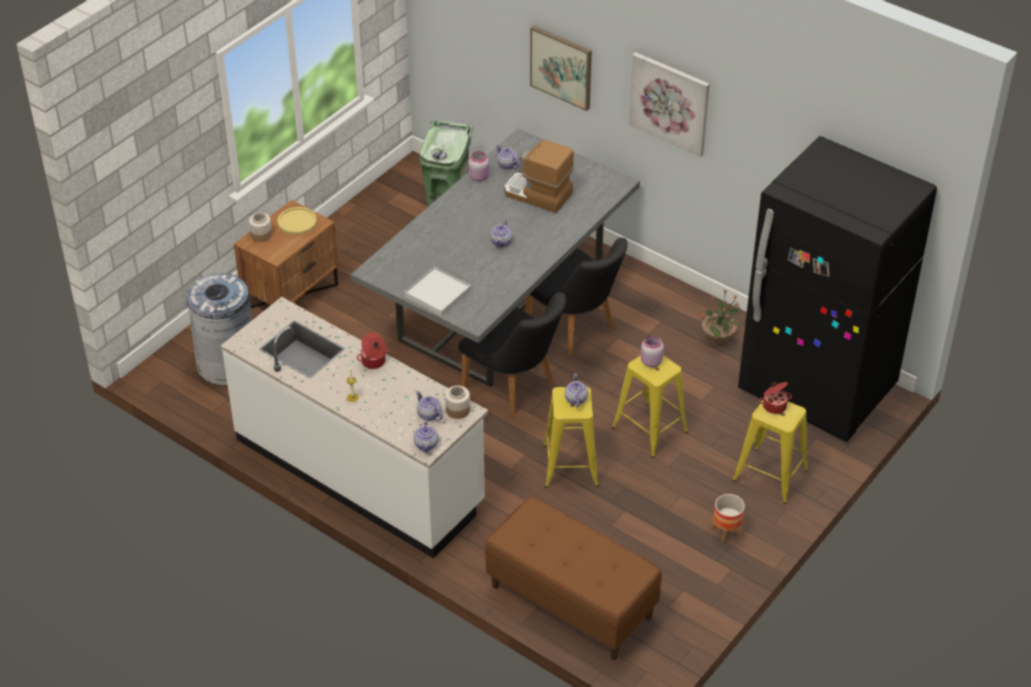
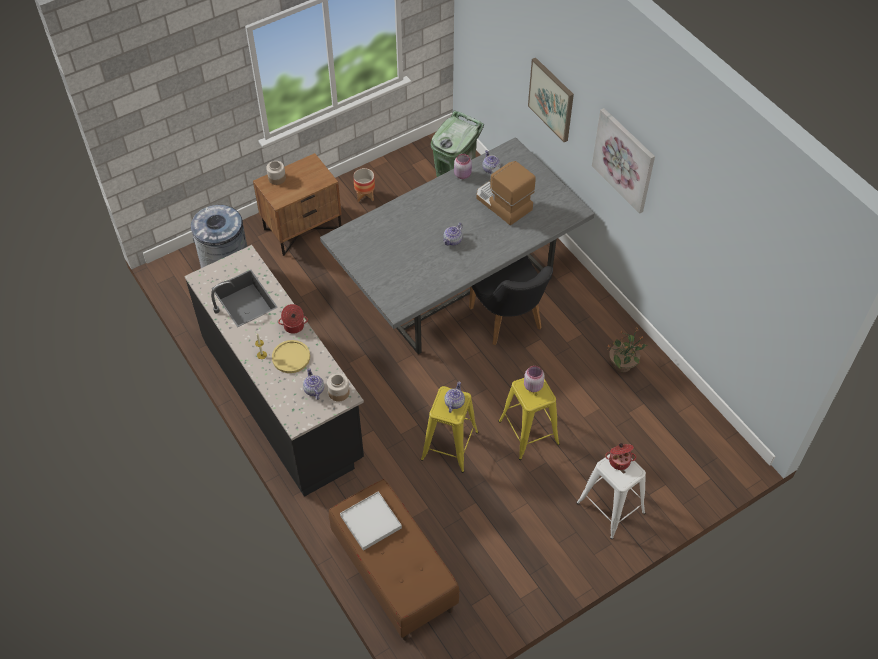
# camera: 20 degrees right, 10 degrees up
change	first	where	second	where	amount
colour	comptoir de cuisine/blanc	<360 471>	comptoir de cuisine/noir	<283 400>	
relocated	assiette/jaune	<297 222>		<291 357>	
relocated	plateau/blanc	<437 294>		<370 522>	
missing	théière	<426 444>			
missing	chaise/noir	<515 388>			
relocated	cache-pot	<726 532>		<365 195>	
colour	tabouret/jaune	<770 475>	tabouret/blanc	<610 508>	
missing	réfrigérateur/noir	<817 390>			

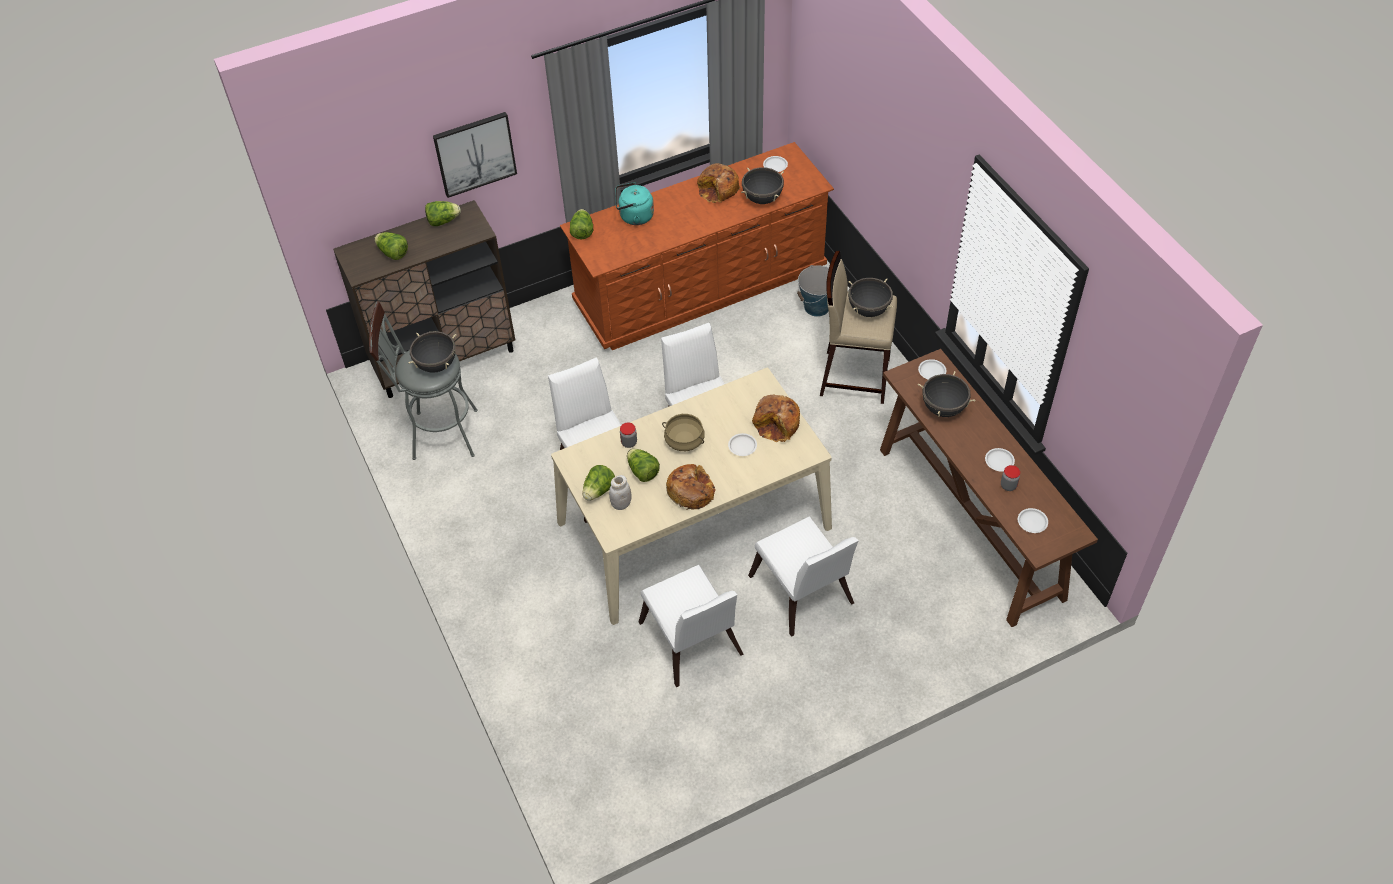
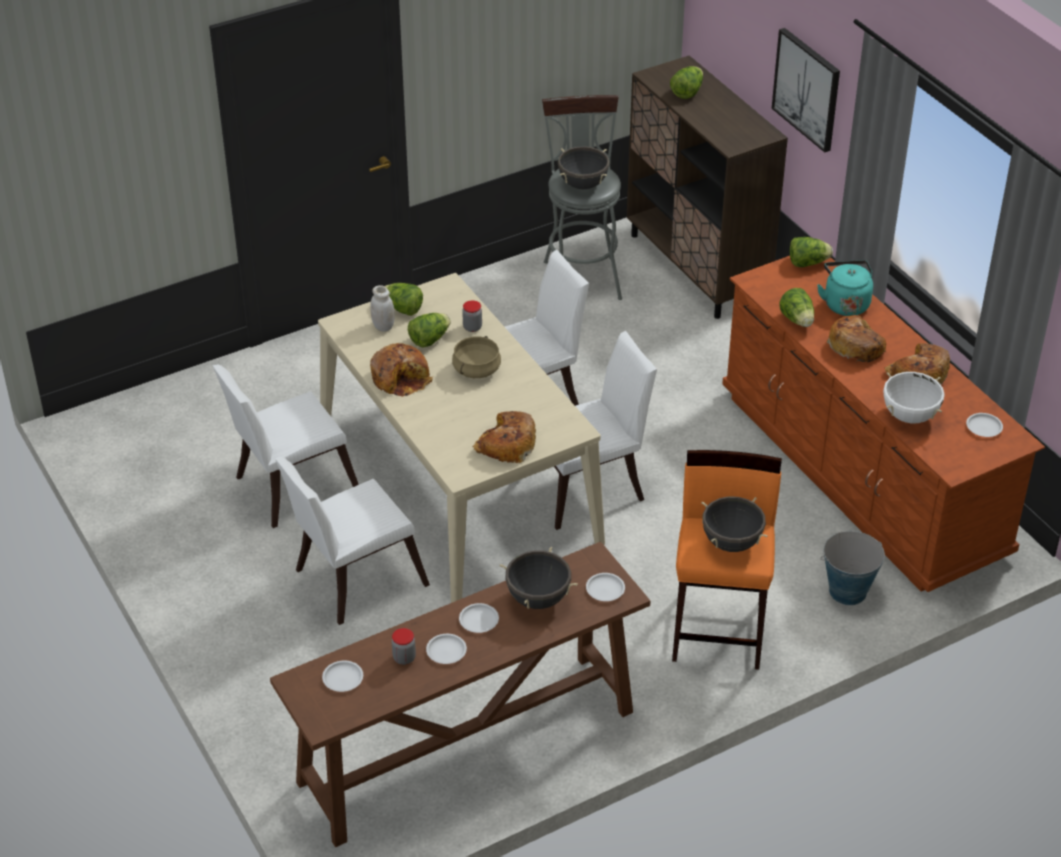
# camera: 85 degrees right, 10 degrees down
change	first	where	second	where	amount
relocated	laitue	<443 221>		<797 320>	
relocated	assiette/blanc	<742 446>		<478 620>	
colour	marmite/noir	<762 198>	marmite/blanc	<909 416>	
colour	tabouret/beige	<854 376>	tabouret/orange	<719 630>	
appeared			pain	<856 346>	

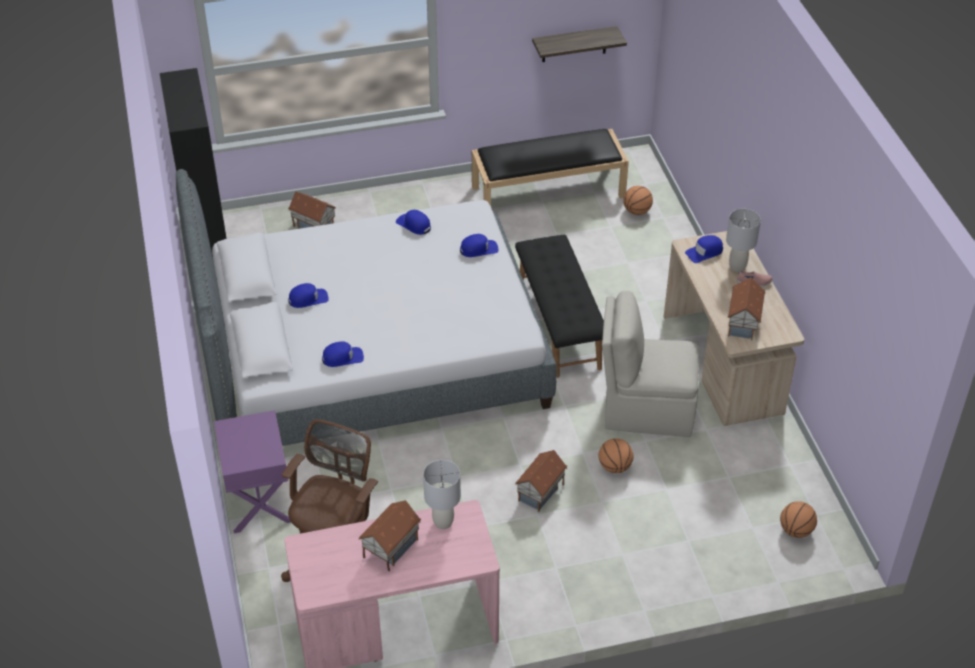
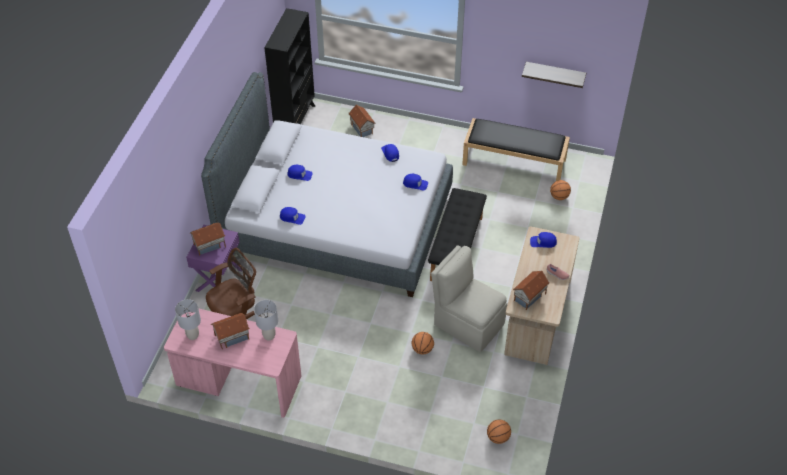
# camera: 30 degrees right, 5 degrees up
change	first	where	second	where	amount
relocated	maison miniature	<541 493>		<210 246>	
relocated	lampe de table/gris	<737 267>		<192 335>	

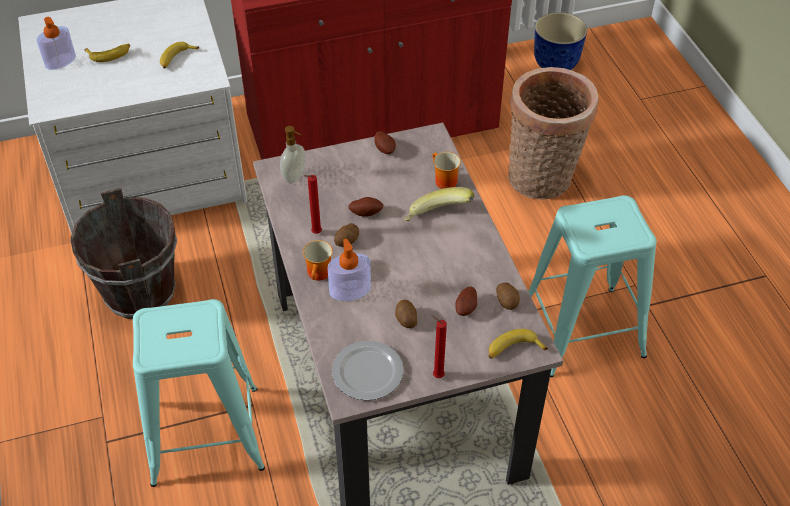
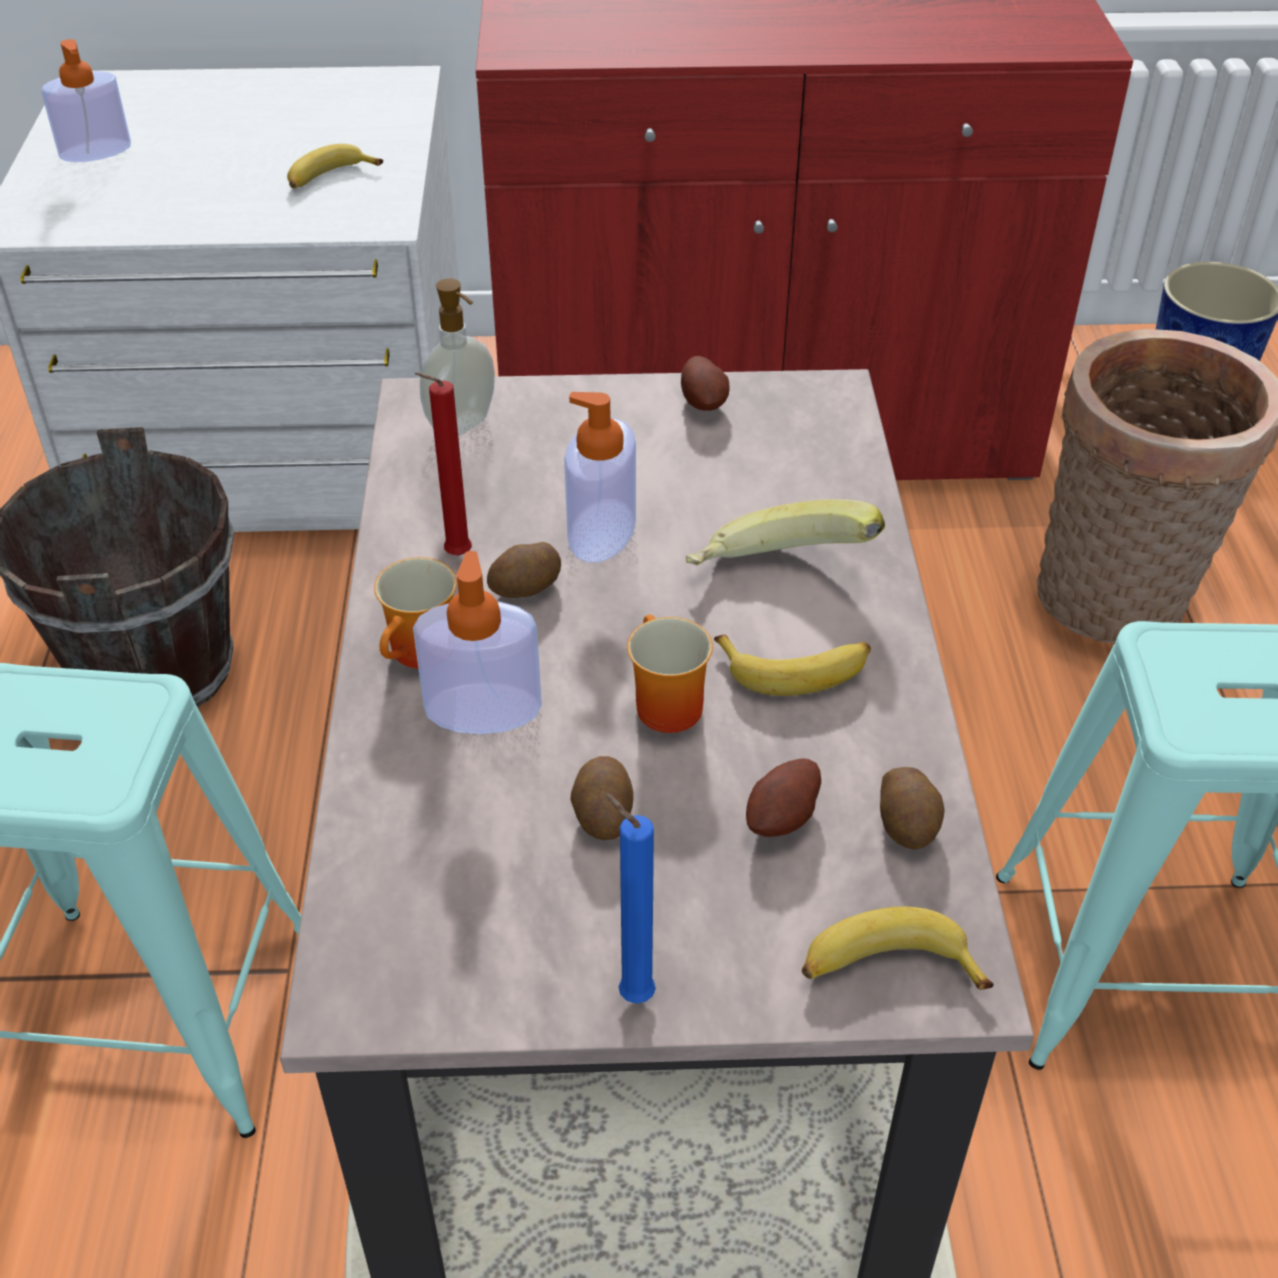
# camera: 15 degrees right, 5 degrees down
change	first	where	second	where	amount
relocated	banane	<109 54>		<796 669>	
missing	assiette	<368 371>			
exchanged	pomme de terre	<366 212>	distributeur de savon	<601 531>	
colour	bougie/rouge	<436 375>	bougie/bleu	<631 993>	
relocated	mug	<443 181>		<661 704>	

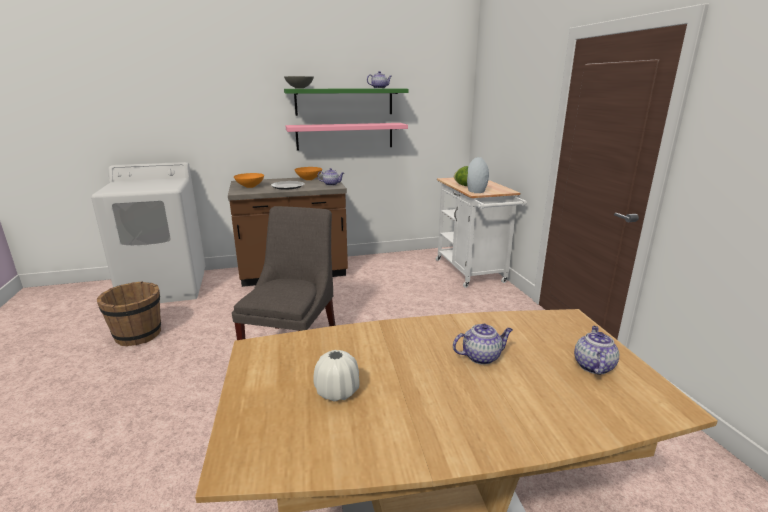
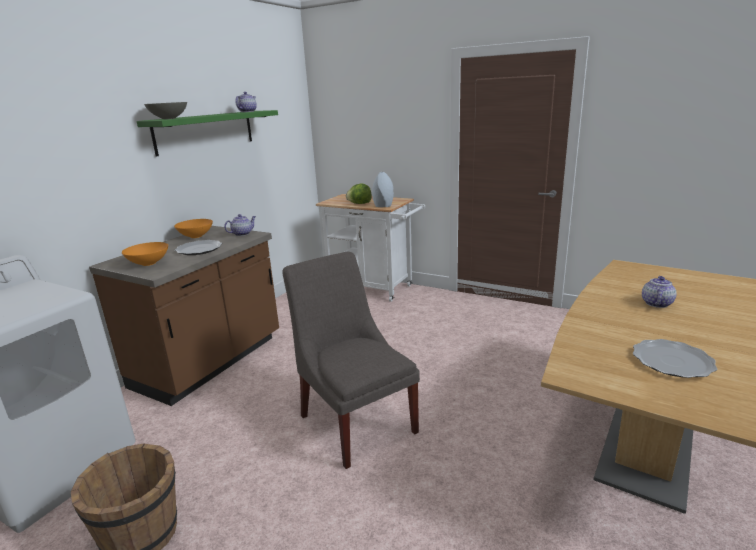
# camera: 45 degrees left, 0 degrees up
change	first	where	second	where	amount
missing	étagère/rose	<345 136>			
exchanged	vase/blanc	<337 392>	assiette	<672 361>	
missing	théière	<592 366>			

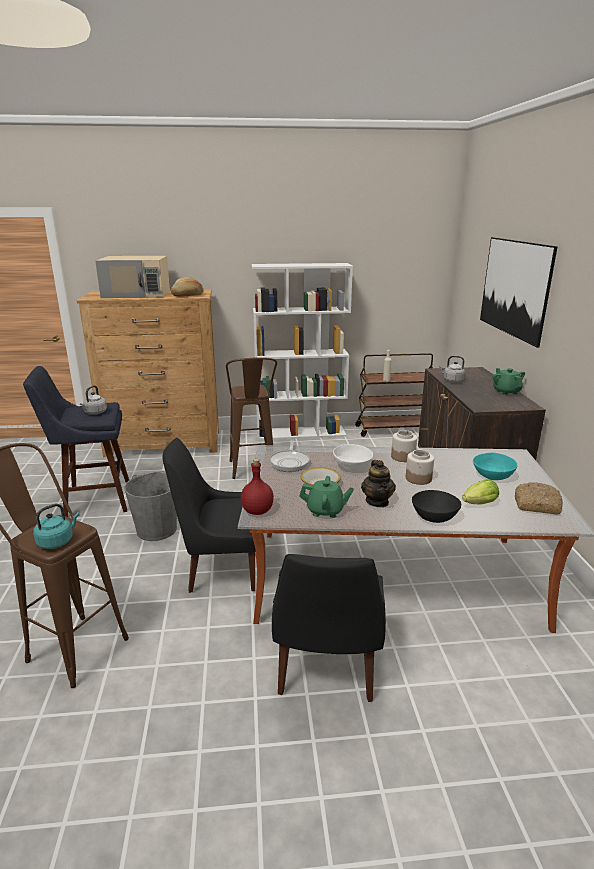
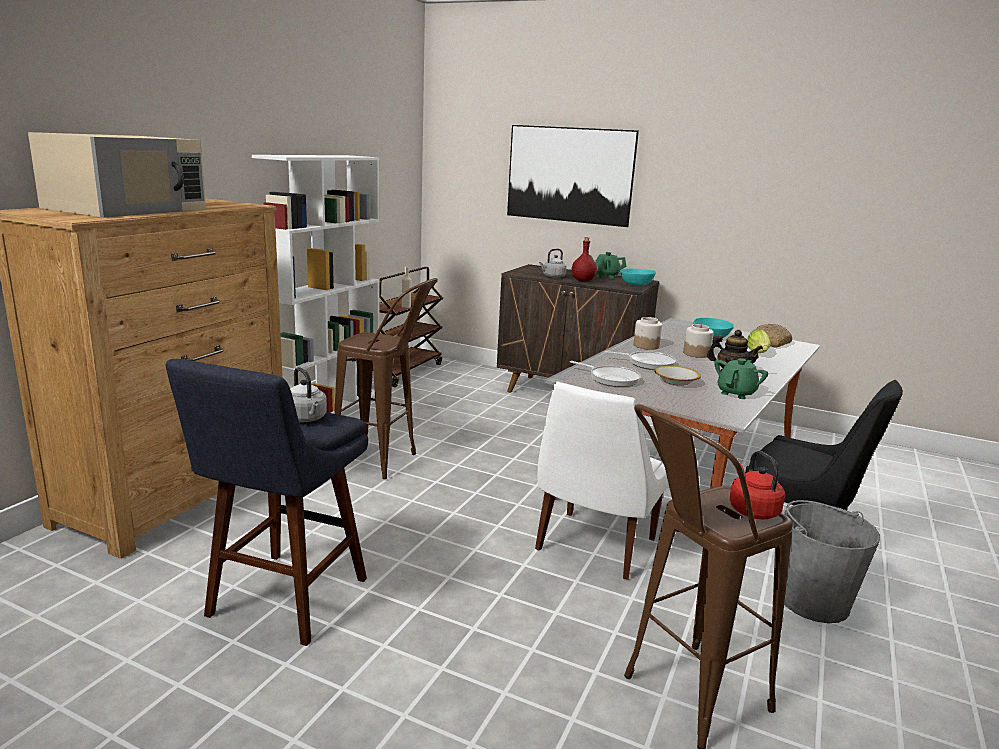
# camera: 60 degrees left, 5 degrees down
change	first	where	second	where	amount
colour	bouilloire/turquoise	<57 541>	bouilloire/rouge	<752 510>	
relocated	seau/gris	<157 529>		<813 601>	
colour	chaise/noir	<220 569>	chaise/blanc	<593 546>	
missing	pain	<188 295>			
relocated	bouteille/rouge	<258 511>		<583 280>	
exchanged	bol/blanc	<352 466>	poêle	<648 363>	
missing	bol/noir	<434 516>			
appeared			bol/turquoise	<636 284>	

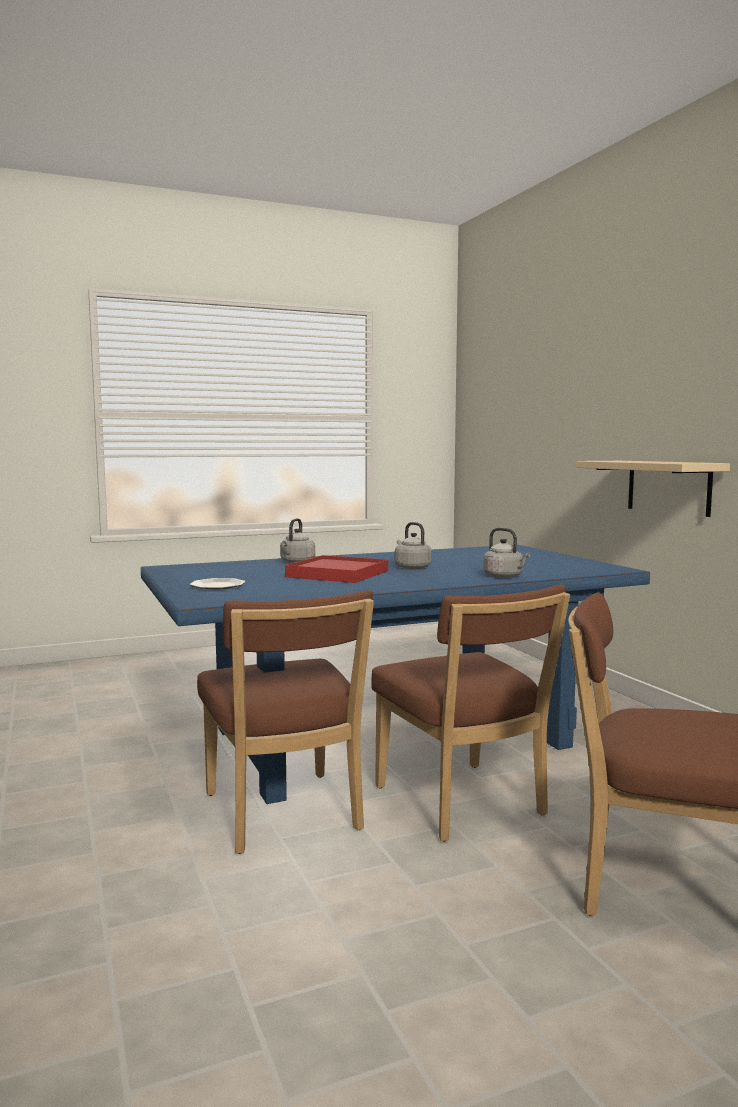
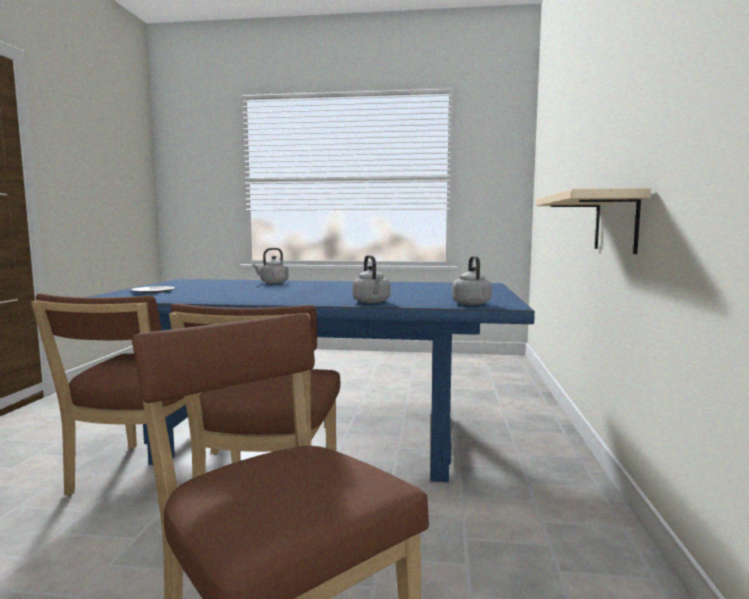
# camera: 30 degrees right, 0 degrees up
change	first	where	second	where	amount
missing	plateau/rouge	<338 574>			
relocated	bouilloire/gris	<411 567>		<470 303>	

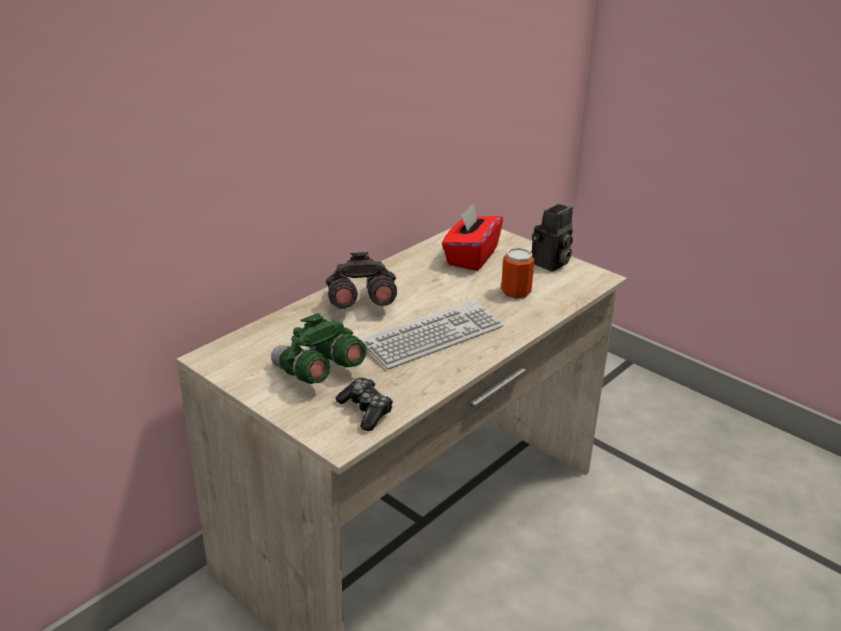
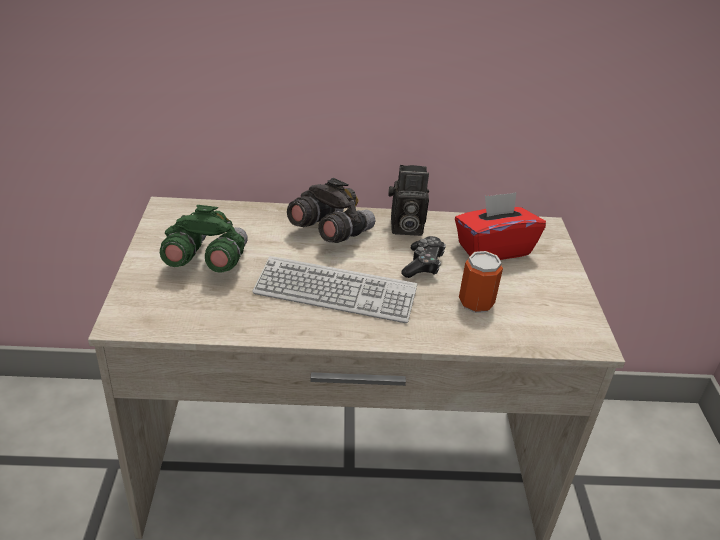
# camera: 45 degrees right, 5 degrees up
change	first	where	second	where	amount
relocated	manette	<366 411>		<423 264>	
relocated	appareil photo	<550 264>		<404 228>	

